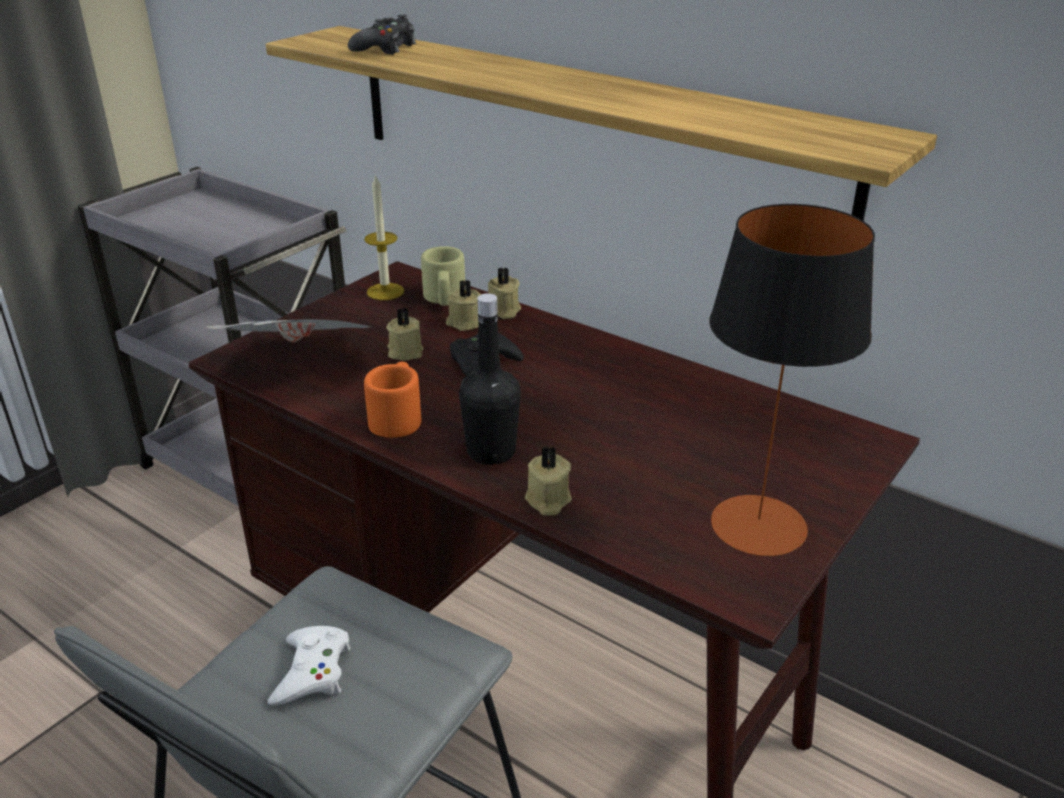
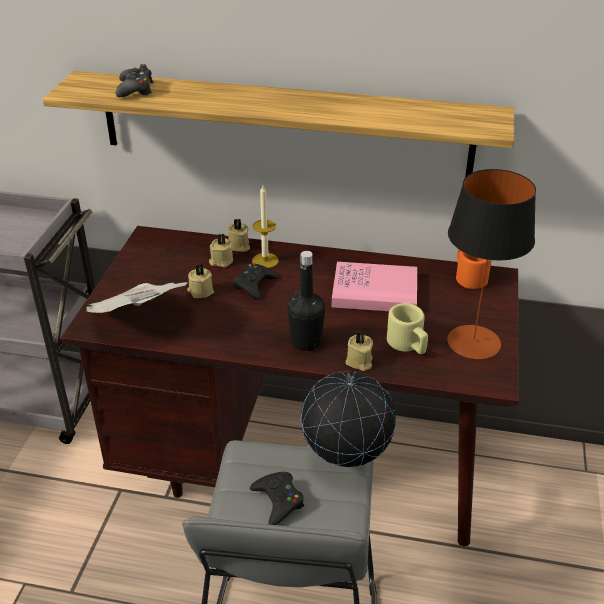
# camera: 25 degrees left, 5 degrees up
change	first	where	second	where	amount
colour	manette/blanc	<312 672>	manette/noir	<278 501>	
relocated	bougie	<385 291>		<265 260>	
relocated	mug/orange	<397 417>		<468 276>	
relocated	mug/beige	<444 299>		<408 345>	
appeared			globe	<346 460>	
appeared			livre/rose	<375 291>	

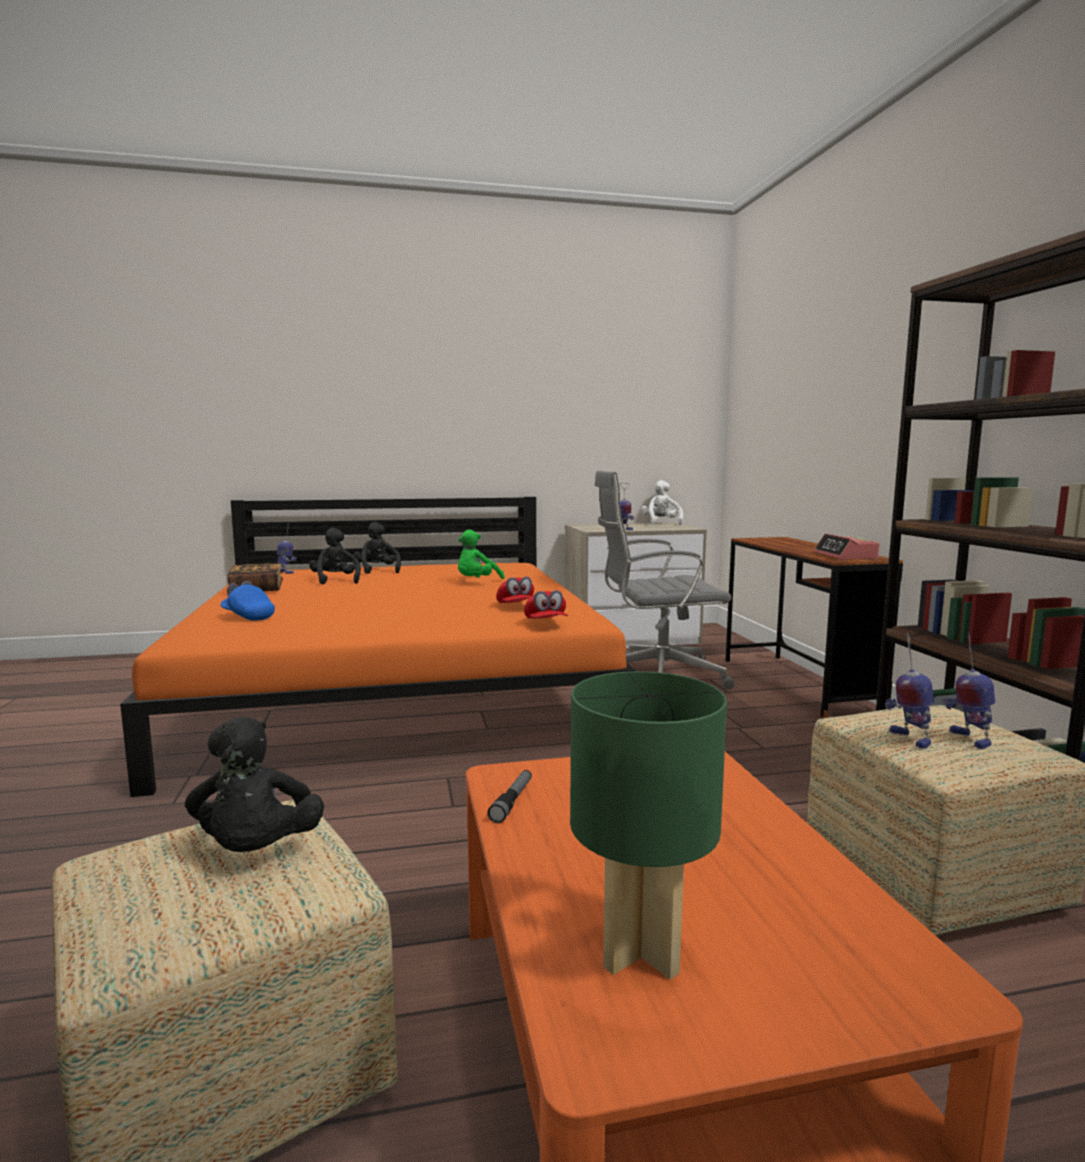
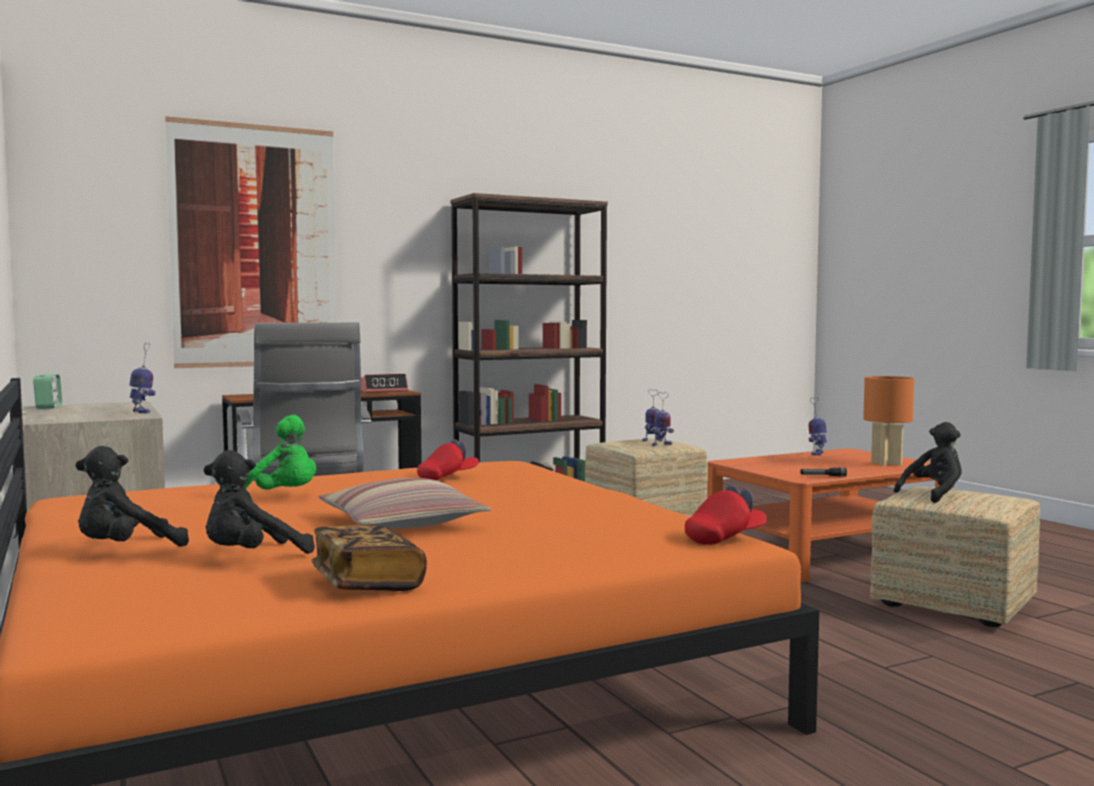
# camera: 105 degrees left, 5 degrees down
change	first	where	second	where	amount
missing	casquette/bleu	<248 616>			
relocated	robot jouet	<286 572>		<817 453>	
relocated	casquette/rouge	<545 623>		<725 538>	
colour	lampe de table/vert	<641 949>	lampe de table/orange	<885 463>	
exchanged	peluche/blanc	<661 523>	réveil	<48 407>	
appeared			tableau	<255 246>	
appeared			coussin	<402 523>	

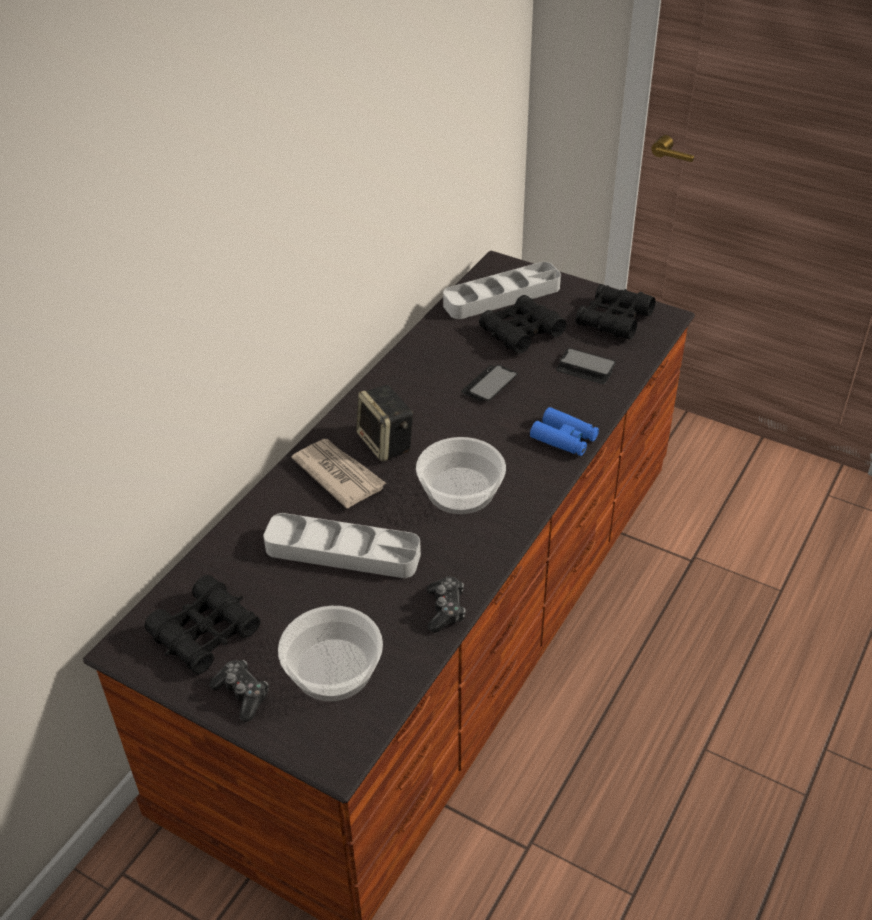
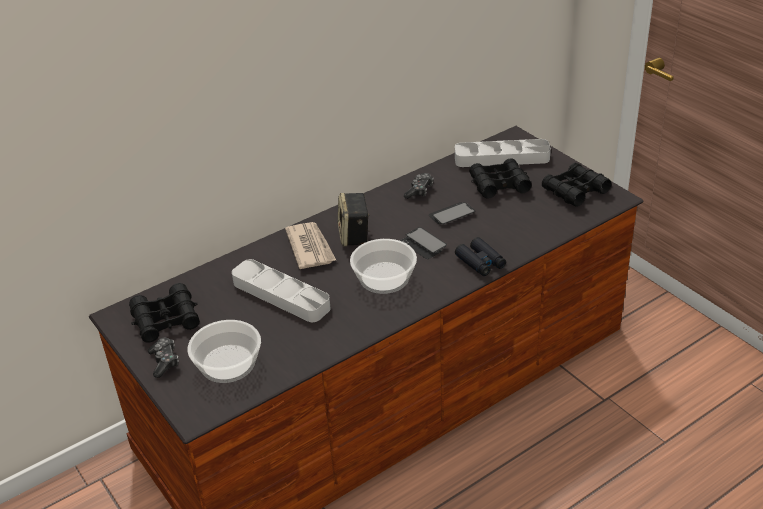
# camera: 25 degrees right, 5 degrees down
change	first	where	second	where	amount
relocated	manette	<445 609>		<419 191>	
colour	jumelles/bleu	<564 438>	jumelles/noir	<480 262>	
relocated	téléphone	<585 368>		<423 244>	

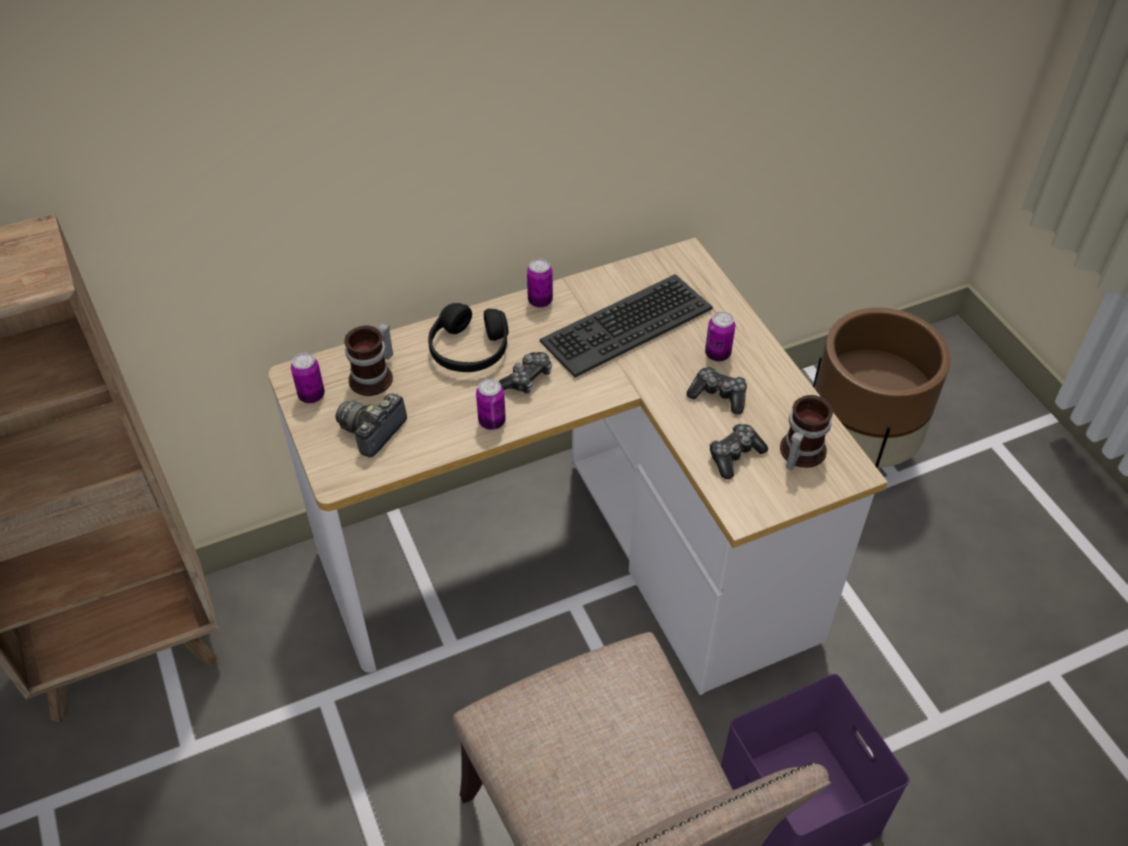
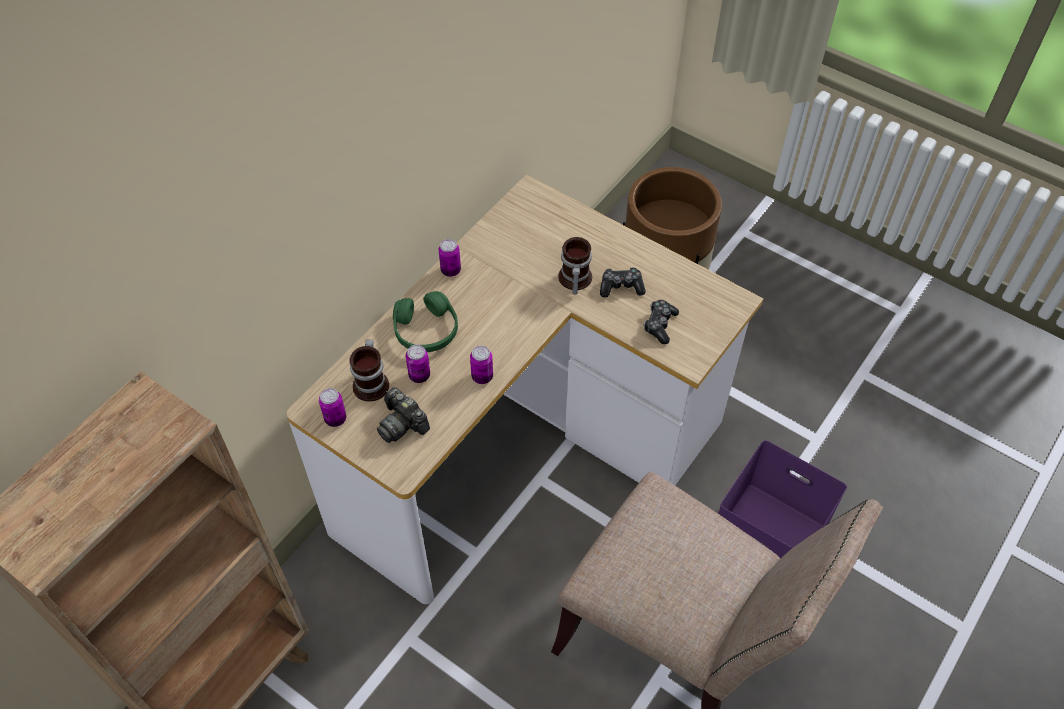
# camera: 30 degrees left, 5 degrees up
change	first	where	second	where	amount
spun	appareil photo	<373 431>		<402 424>	45 degrees counterclockwise
colour	casque audio/noir	<469 349>	casque audio/vert	<426 330>	
missing	manette	<527 379>			
missing	clavier	<626 325>			
relocated	boîte métallique	<717 354>		<419 375>	
relocated	mug	<798 452>		<573 280>	

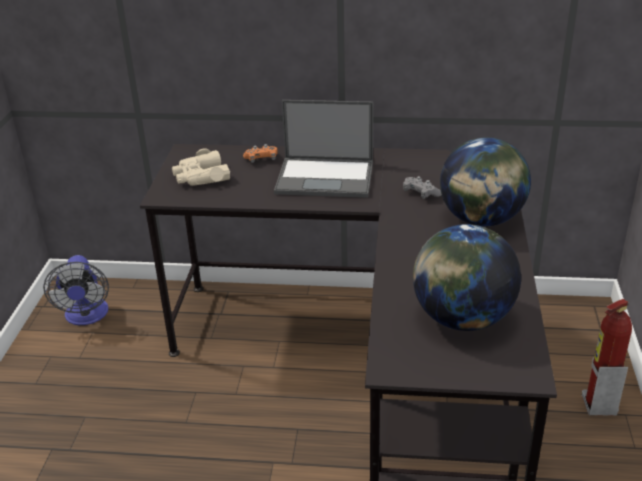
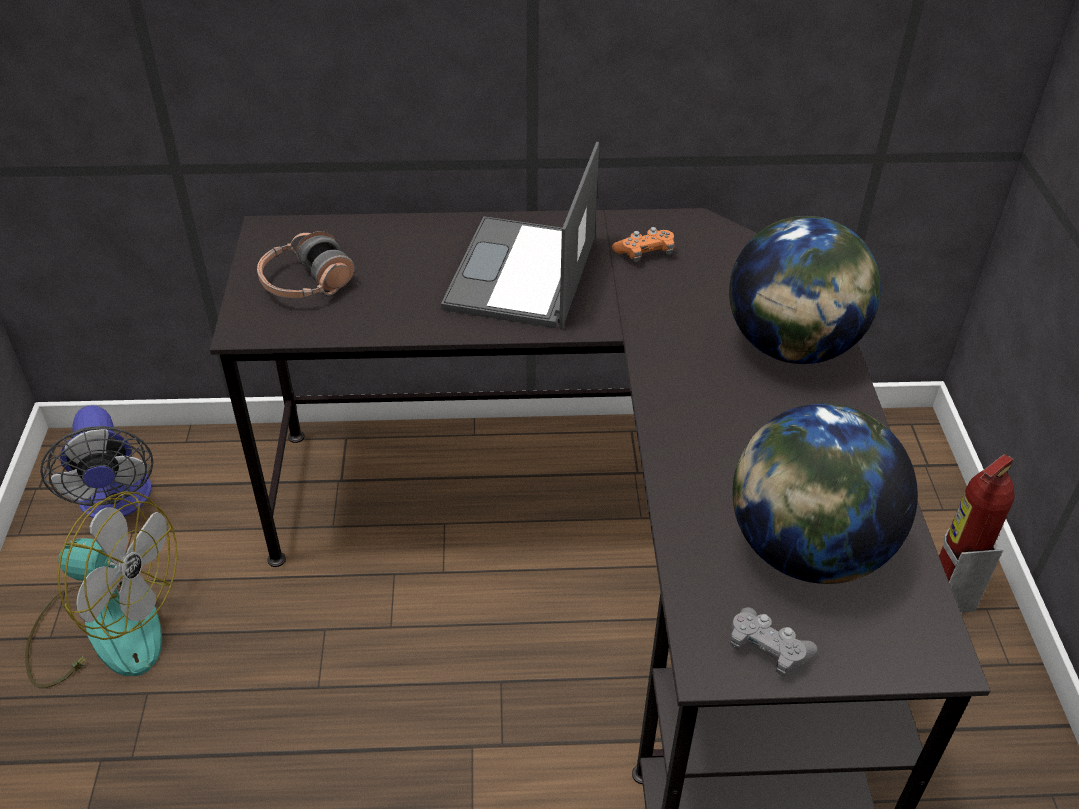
# camera: 10 degrees left, 10 degrees up
change	first	where	second	where	amount
exchanged	jumelles/beige	<201 176>	casque audio	<306 283>	
relocated	manette/orange	<261 159>		<644 253>	
spun	ordinateur portable	<326 177>		<521 274>	105 degrees clockwise
relocated	manette/gris	<421 193>		<768 649>	
appeared			ventilateur	<106 627>	

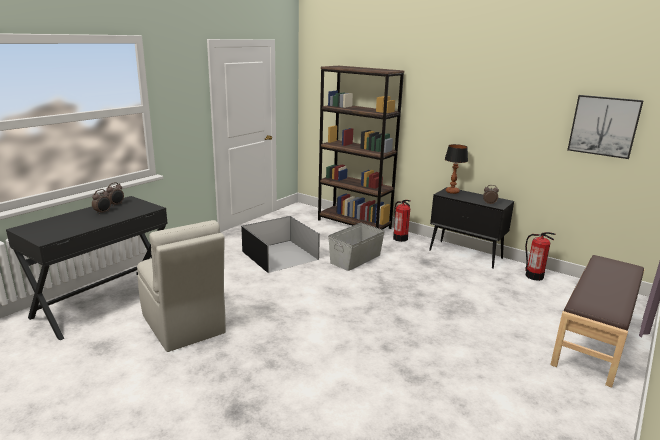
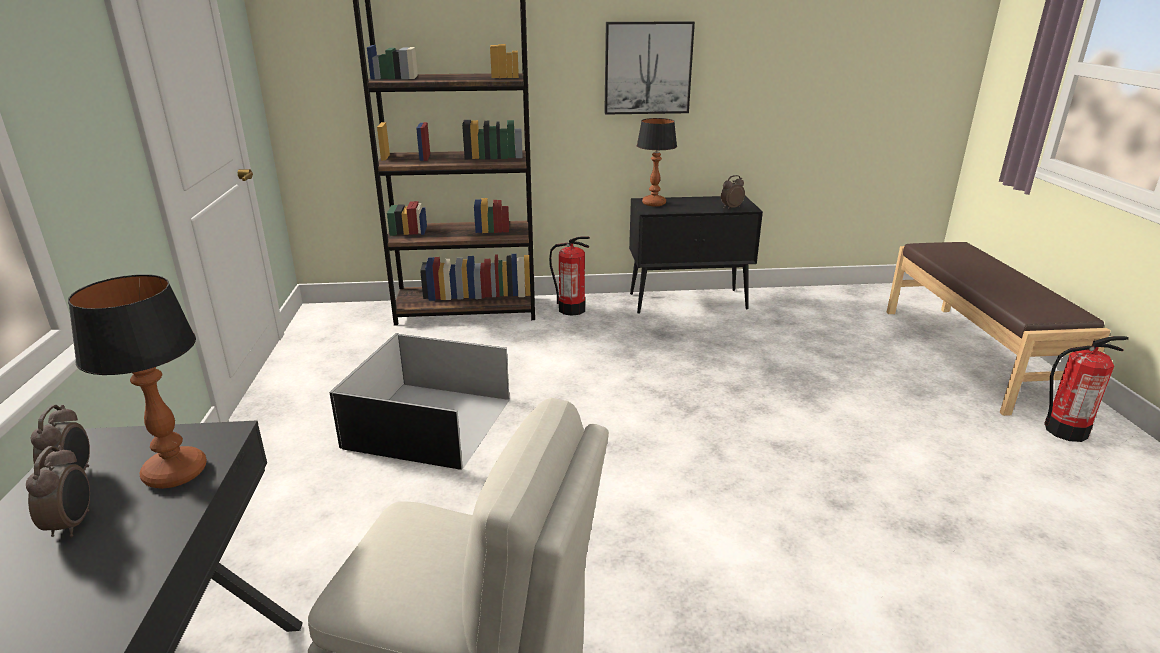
# camera: 40 degrees left, 5 degrees up
change	first	where	second	where	amount
missing	boîte de rangement/gris	<356 259>			
relocated	extincteur	<534 276>		<1065 430>	
relocated	tableau	<603 126>		<647 68>	
appeared			lampe de table	<175 473>	

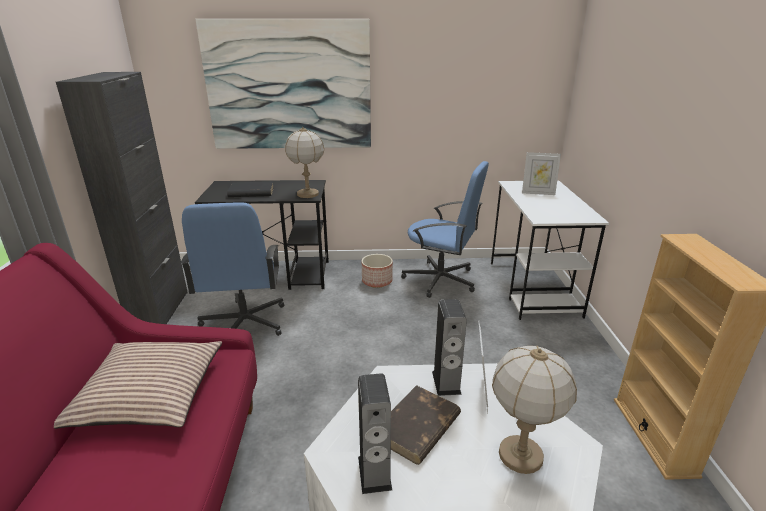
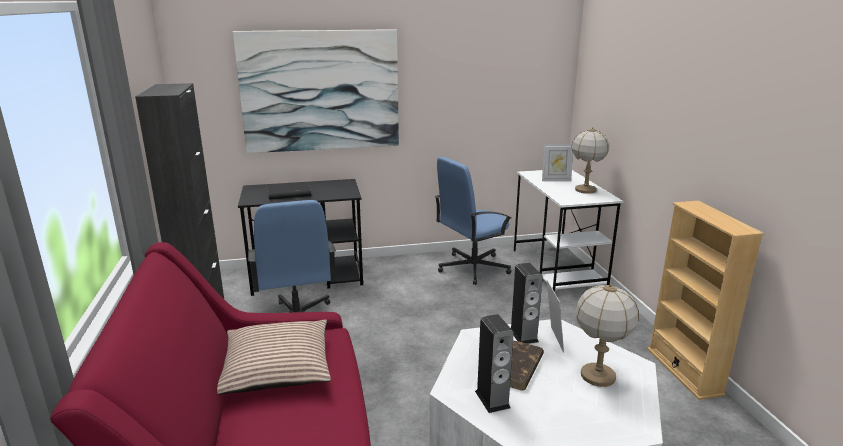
# camera: 10 degrees left, 5 degrees down
change	first	where	second	where	amount
relocated	lampe de table	<307 194>		<585 190>	
missing	cache-pot	<377 281>			
spun	chaise de bureau/bleu	<441 280>		<472 268>	135 degrees clockwise

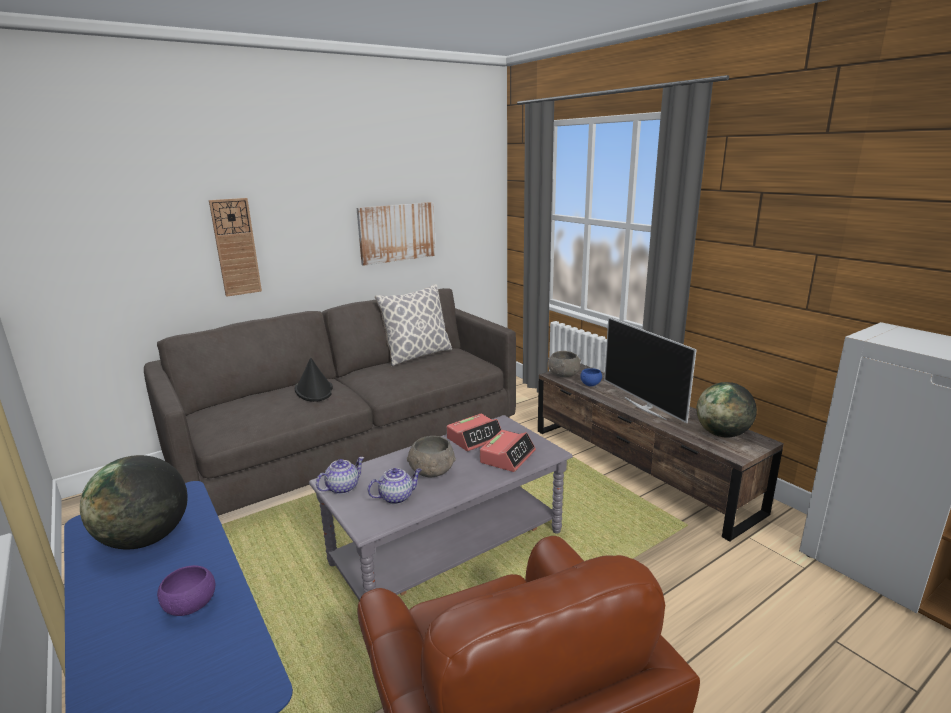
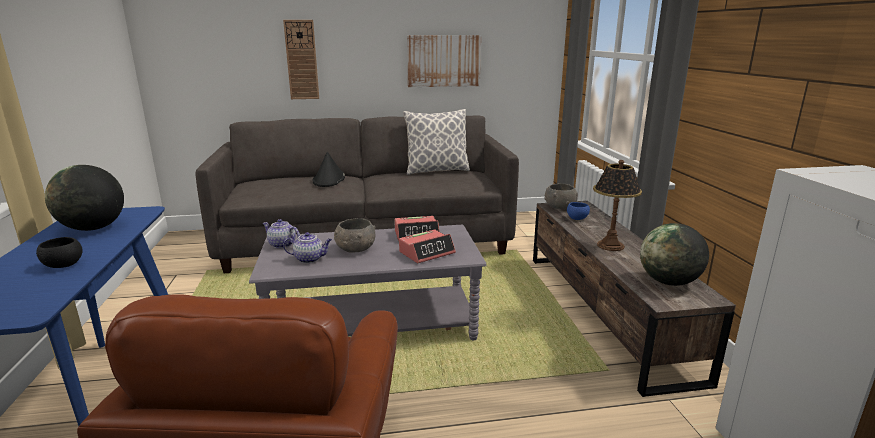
# camera: 25 degrees right, 0 degrees up
change	first	where	second	where	amount
colour	bol/violet	<191 606>	bol/noir	<64 265>	
spun	théière	<342 487>		<281 244>	135 degrees counterclockwise
exchanged	téléviseur	<645 408>	lampe de table	<610 245>	

